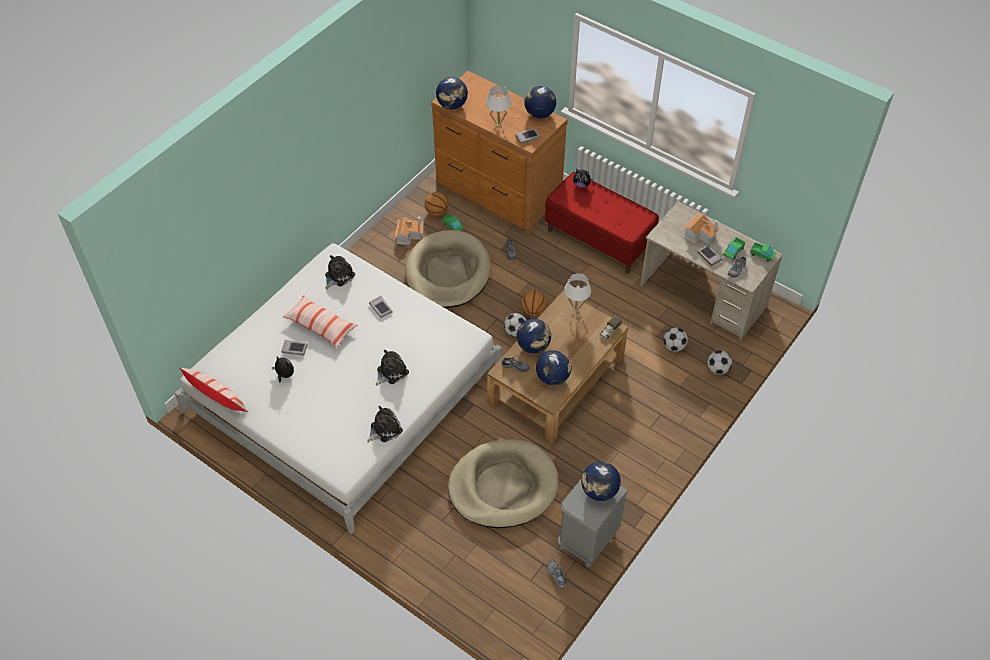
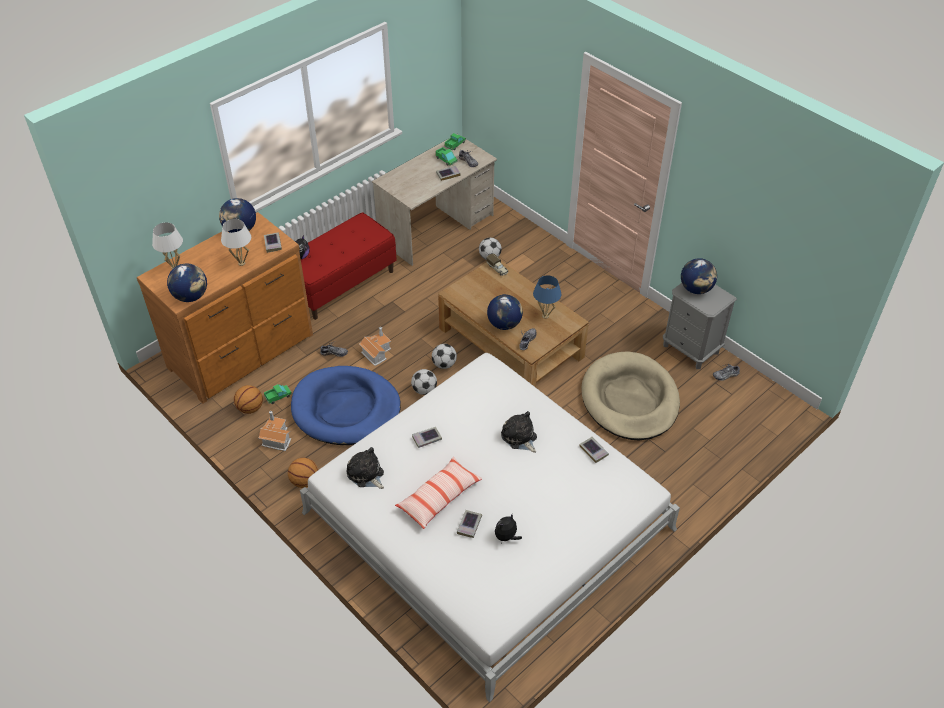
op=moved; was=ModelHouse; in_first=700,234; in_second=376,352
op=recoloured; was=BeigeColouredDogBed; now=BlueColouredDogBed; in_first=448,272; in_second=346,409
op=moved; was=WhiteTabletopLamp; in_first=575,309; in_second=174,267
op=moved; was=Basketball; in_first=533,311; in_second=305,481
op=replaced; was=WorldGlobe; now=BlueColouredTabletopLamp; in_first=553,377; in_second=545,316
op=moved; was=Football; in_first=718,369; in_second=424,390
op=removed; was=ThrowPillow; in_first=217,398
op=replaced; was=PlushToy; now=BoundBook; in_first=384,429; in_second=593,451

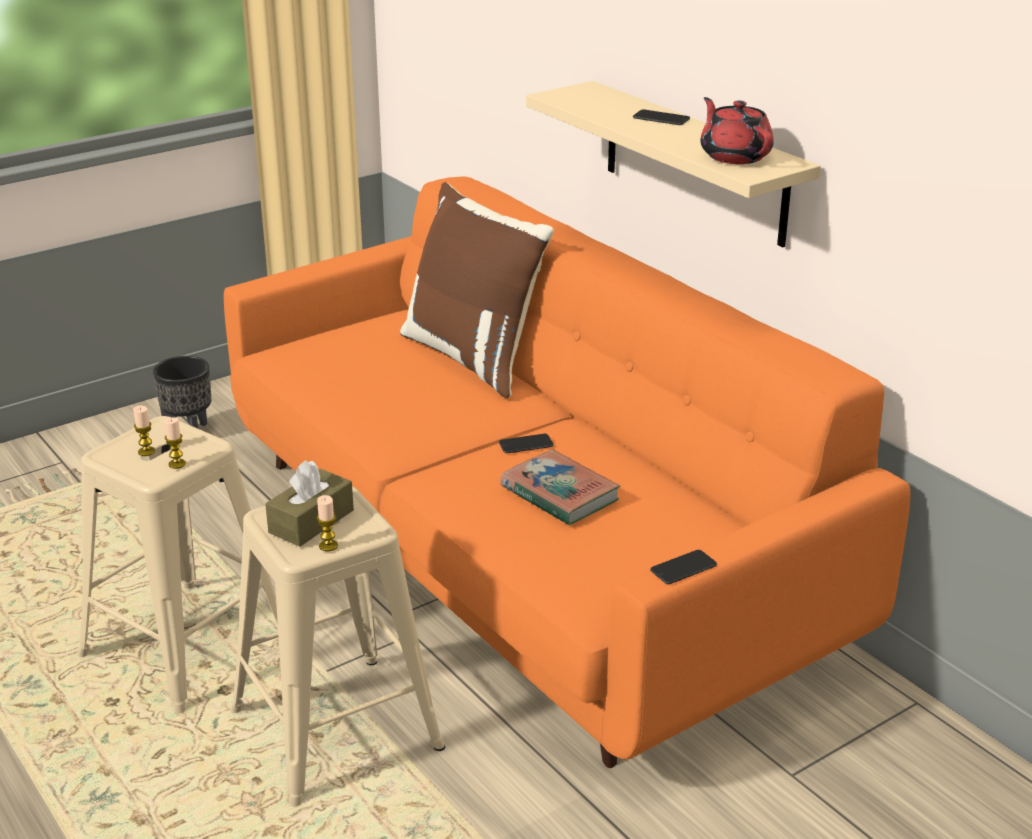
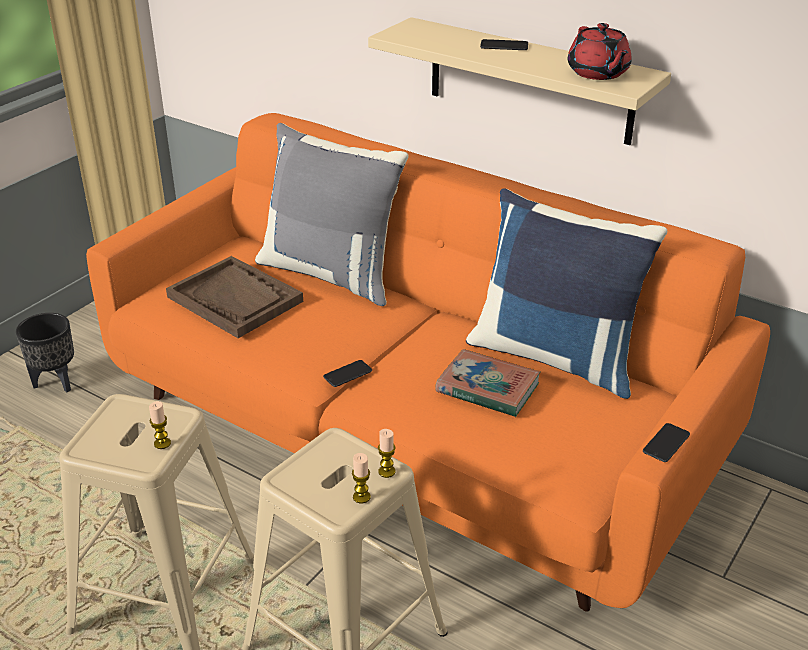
op=turned; was=ReddishTeaPot; in_first=734,156; in_second=598,73; clockwise=-150
op=recoloured; was=BrownColouredThrowPillow; now=GreyishThrowPillow; in_first=475,358; in_second=332,273
op=moved; was=Candle; in_first=146,452; in_second=386,471
op=moved; was=Phone; in_first=526,444; in_second=347,374
op=removed; was=BrownColouredBoxOfTissues; in_first=311,521
op=added; now=BlueColouredThrowPillow; in_second=556,356
op=added; now=BrownColouredTray; in_second=235,299

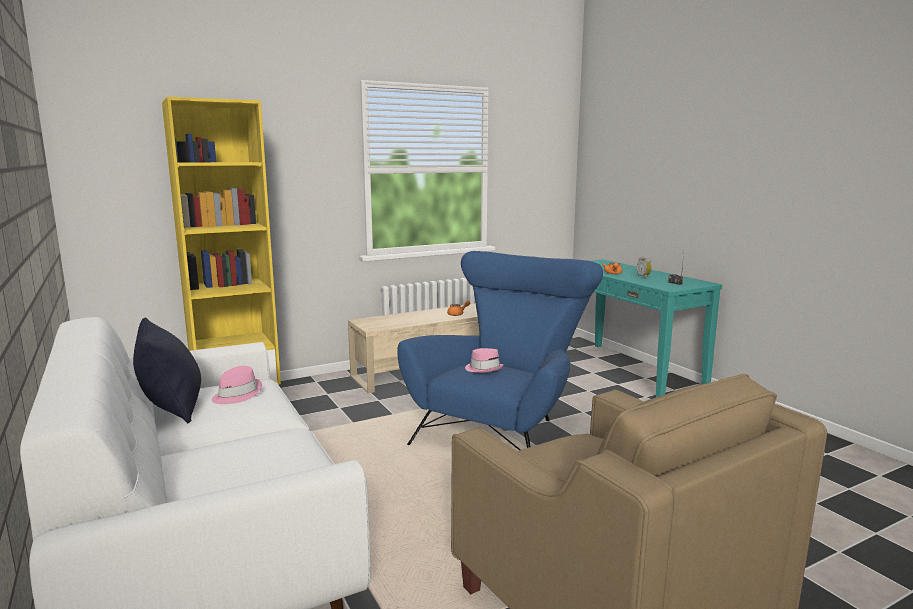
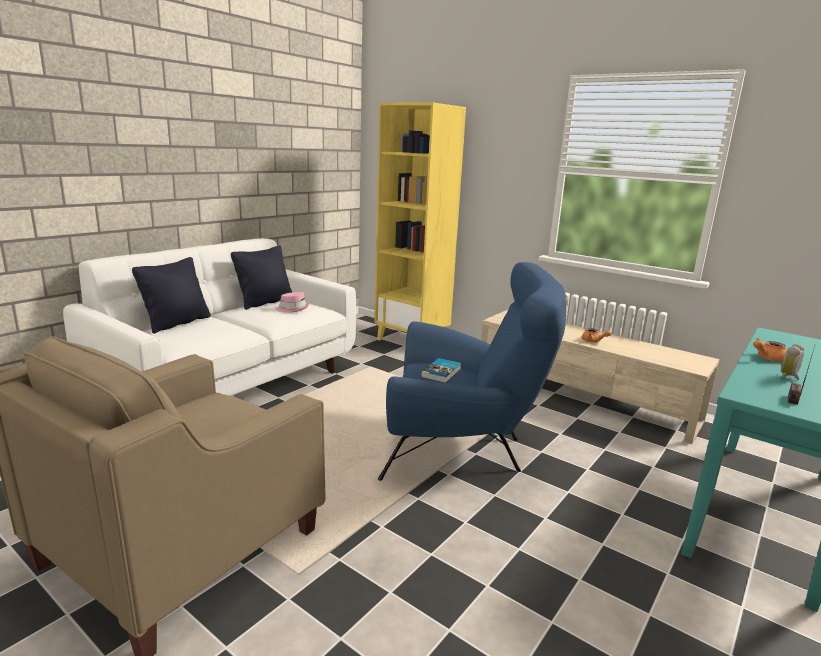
op=replaced; was=PinkHat; now=BoundBook; in_first=484,368; in_second=442,373
op=added; now=BlackColouredThrowPillow; in_second=177,323

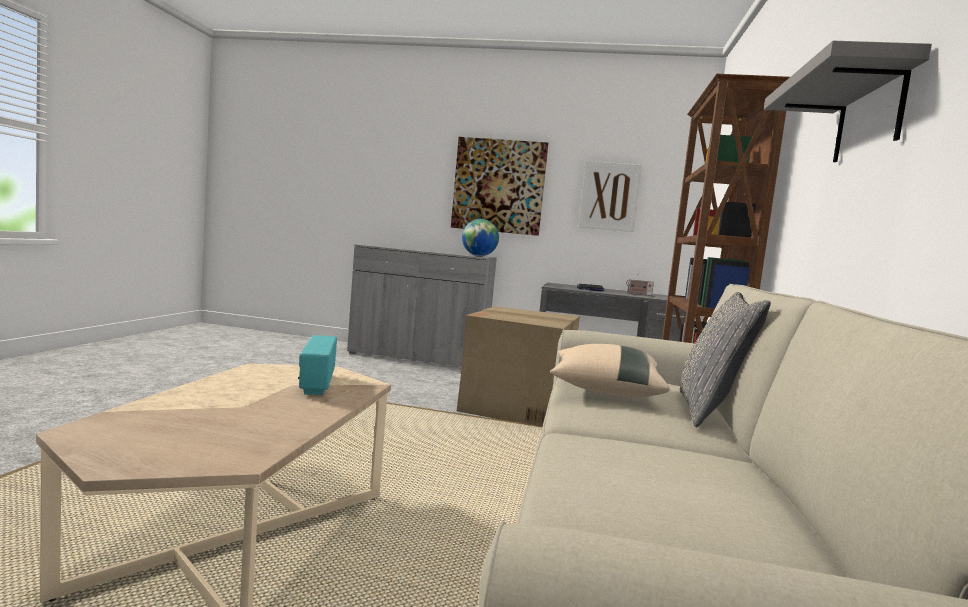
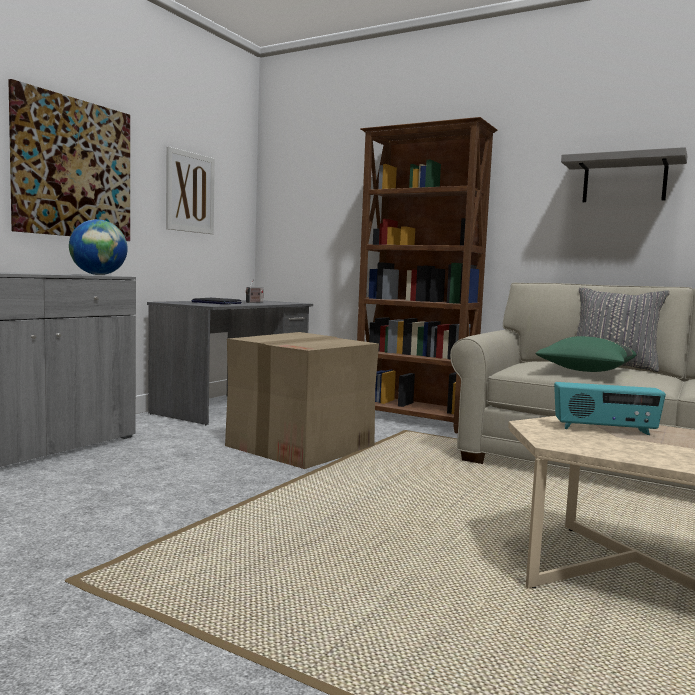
op=recoloured; was=BeigeColouredThrowPillow; now=GreenColouredThrowPillow; in_first=605,391; in_second=585,371

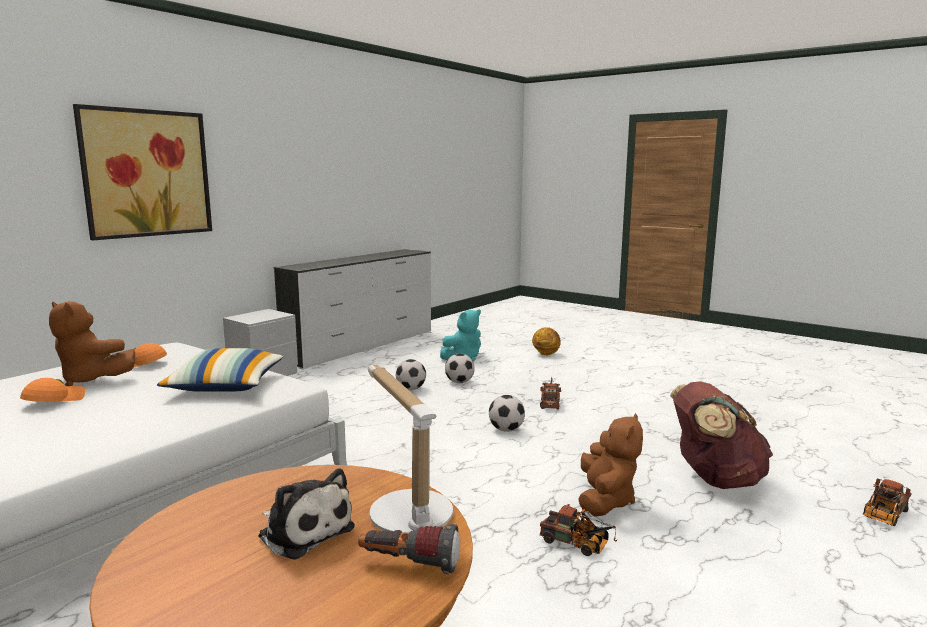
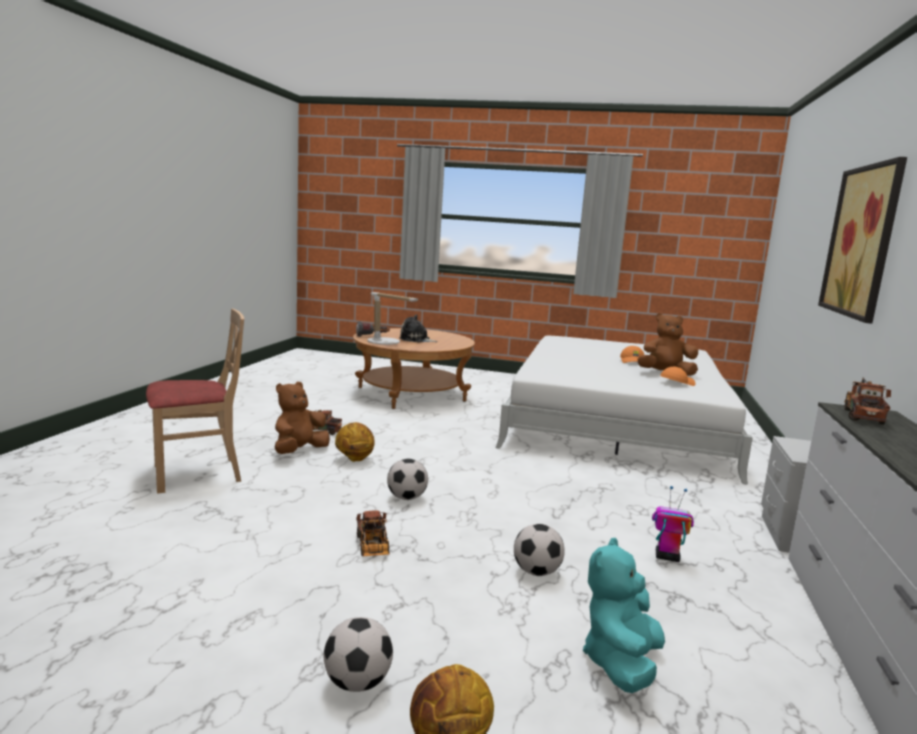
op=removed; was=ThrowPillow; in_first=225,386
op=moved; was=Football; in_first=411,389; in_second=357,683
op=replaced; was=BrownColouredBackpack; now=BeigeColouredPlainChair; in_first=714,479; in_second=197,474
op=turned; was=BrownColouredPlushToy; in_first=605,500; in_second=299,451; clockwise=45
op=moved; was=ModelTruck; in_first=883,516; in_second=862,415
op=added; now=Basketball; in_second=354,459
op=added; now=RobotFigure; in_second=666,557

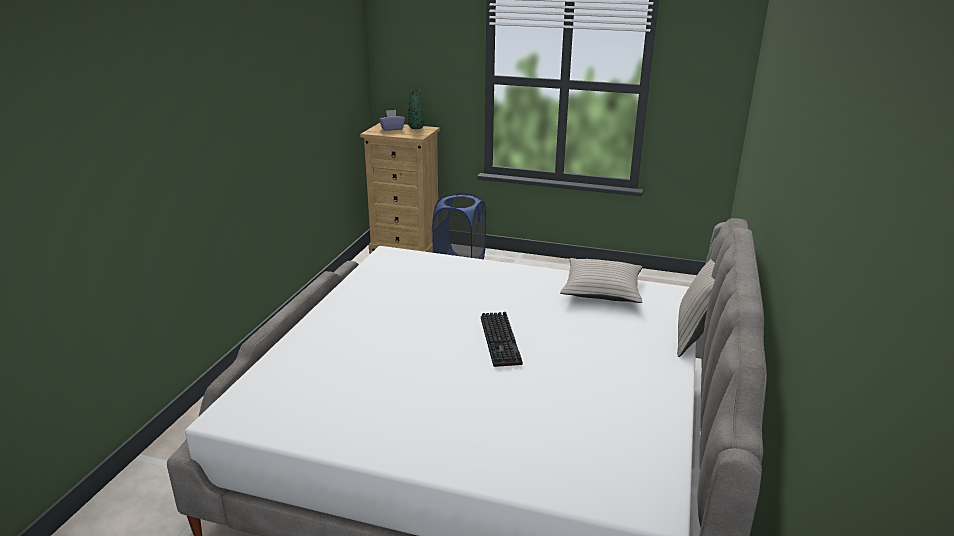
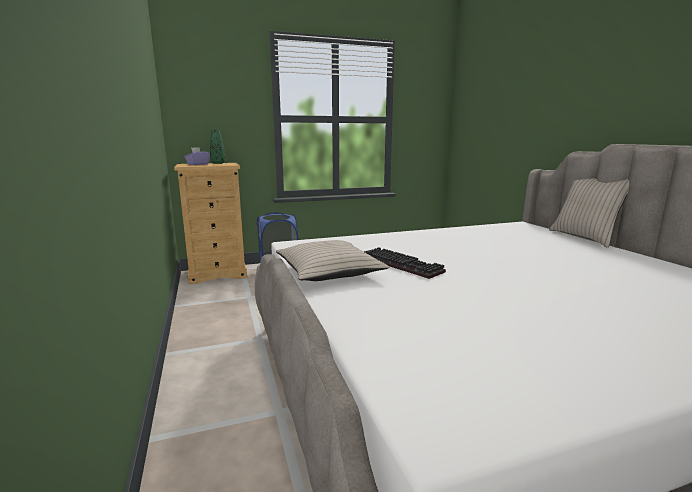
op=moved; was=BeigeColouredThrowPillow; in_first=602,289; in_second=329,271
op=moved; was=Keyboard; in_first=502,341; in_second=403,264

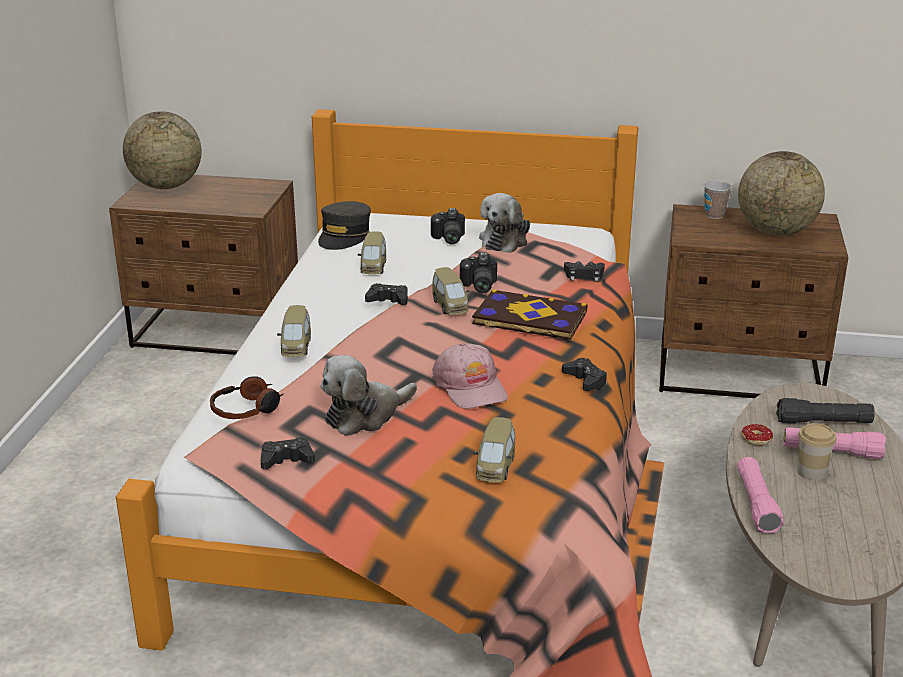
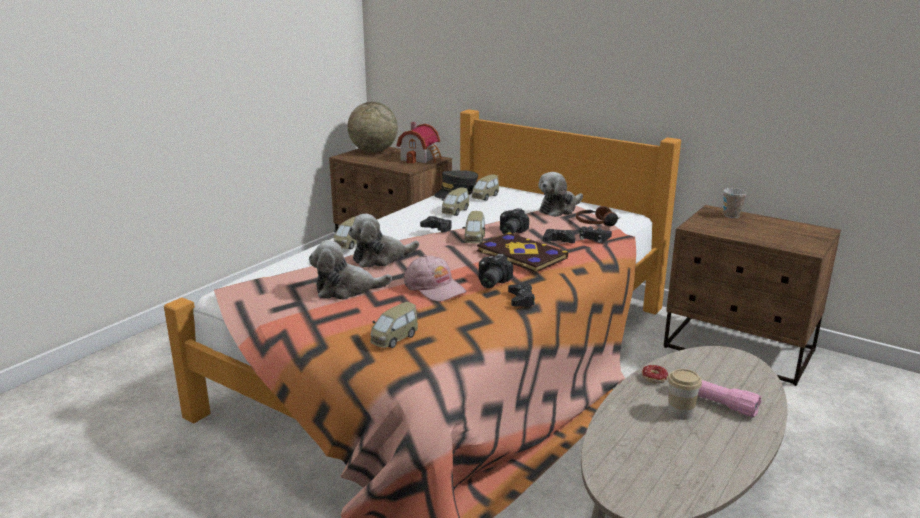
op=removed; was=WorldGlobe; in_first=776,232
op=moved; was=PhotoCamera; in_first=447,239; in_second=490,282
op=turned; was=PinkPeakedCap; in_first=470,387; in_second=434,287; clockwise=-45
op=moved; was=PairOfHeadphones; in_first=247,409; in_second=597,223
op=removed; was=BlackColouredHandTorch; in_first=823,422
op=moved; was=BlackColouredJoypad; in_first=286,459; in_second=559,240
op=removed; was=PinkHandTorch; in_first=756,504
op=added; now=ModelHouse; in_second=421,158
op=added; now=ToyCar; in_second=485,196
op=added; now=PlushToy; in_second=380,258

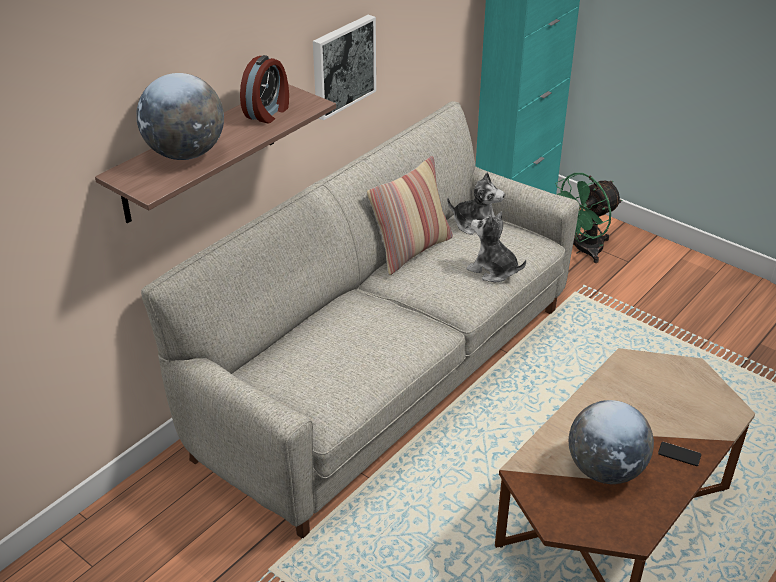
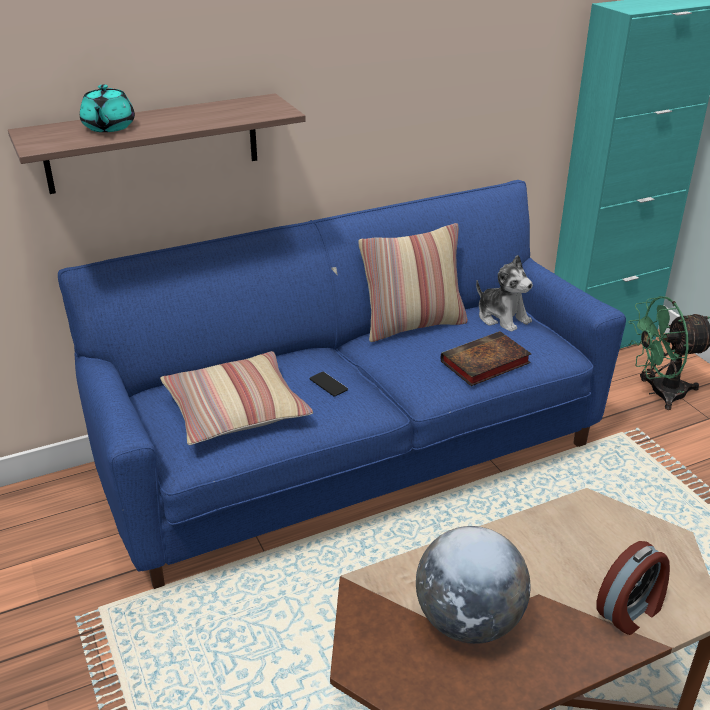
op=removed; was=WallPicture; in_first=342,66
op=moved; was=BedsideClock; in_first=268,112; in_second=631,611
op=replaced; was=WorldGlobe; now=TurquoiseTeaPot; in_first=186,154; in_second=108,127
op=recoloured; was=GreyishSofa; now=BlueColouredSofa; in_first=387,377; in_second=354,459
op=replaced; was=PlushToy; now=BoundBook; in_first=493,270; in_second=484,364
op=moved; was=Phone; in_first=679,454; in_second=328,384
op=added; now=ThrowPillow; in_second=235,410

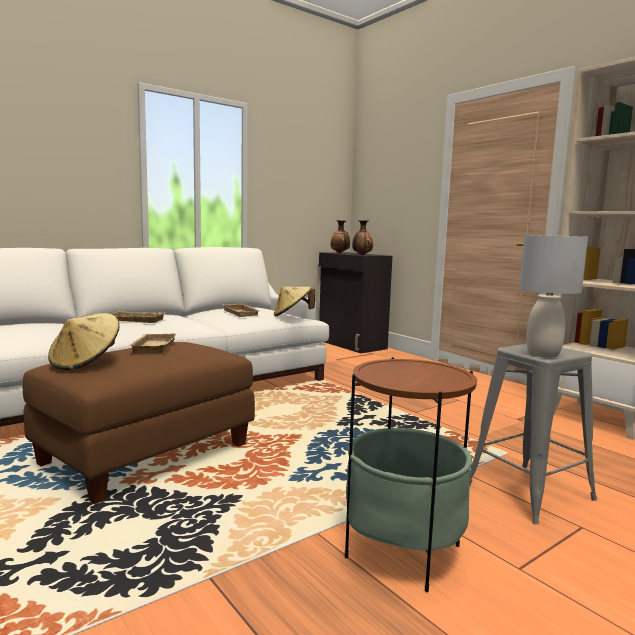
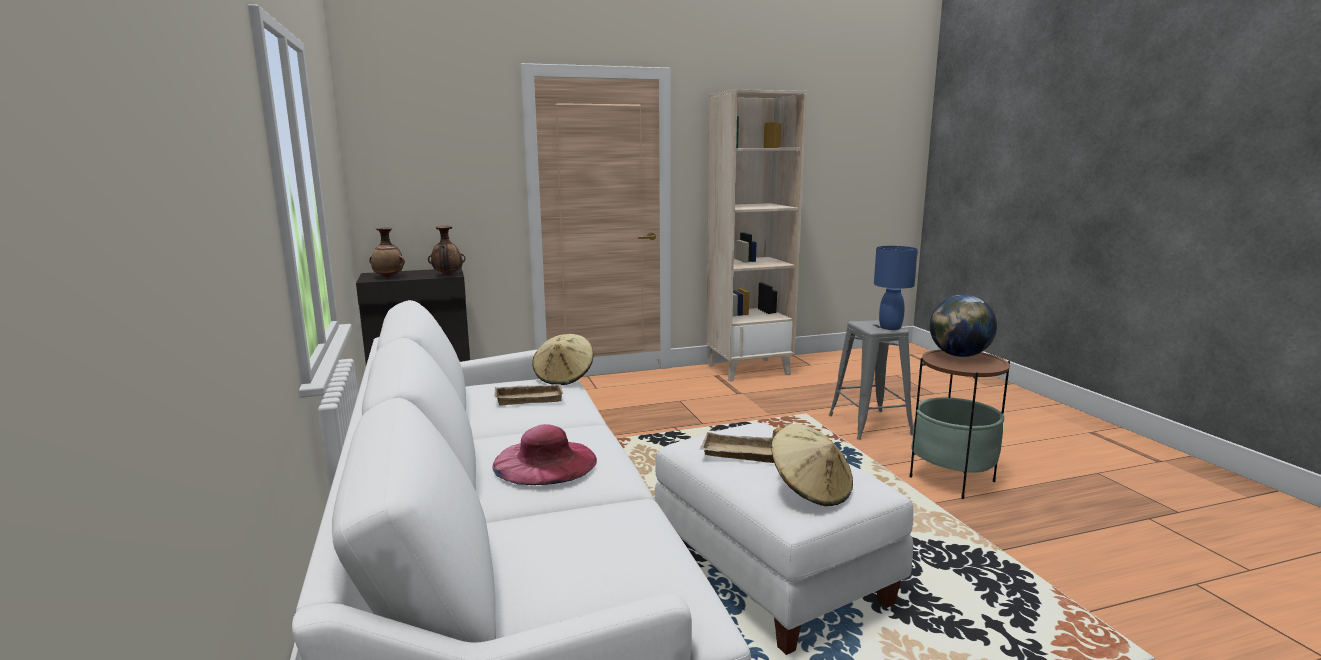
op=recoloured; was=GreyishTabletopLamp; now=BlueColouredTabletopLamp; in_first=543,354; in_second=890,327
op=replaced; was=BeigeColouredTray; now=PinkHat; in_first=135,320; in_second=545,461
op=recoloured; was=BrownColouredOttoman; now=WhiteOttoman; in_first=147,454; in_second=769,573
op=added; now=WorldGlobe; in_second=959,355

